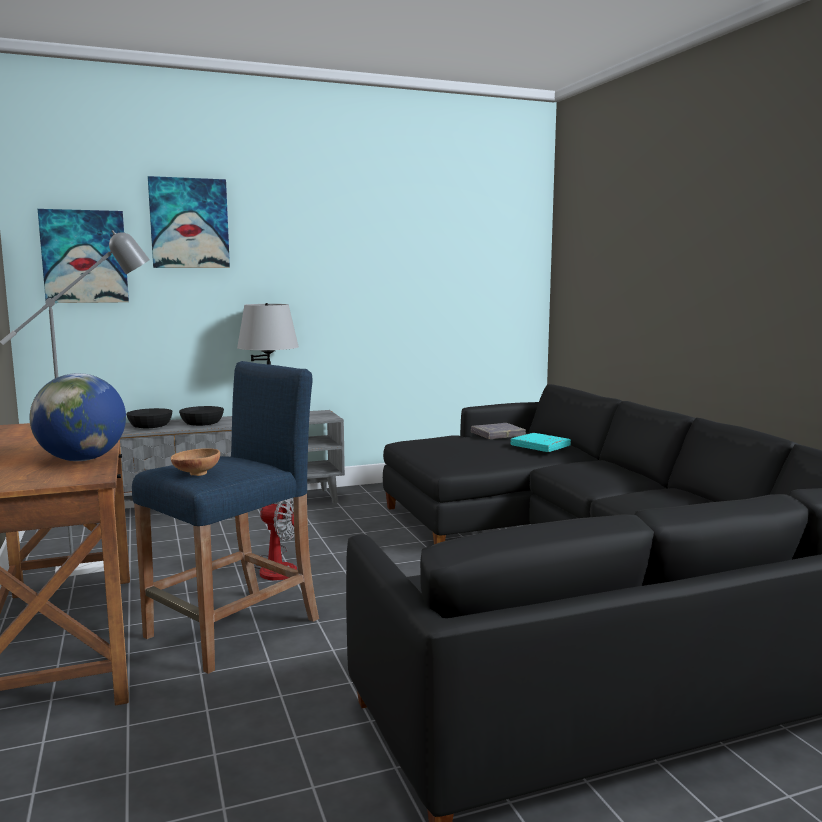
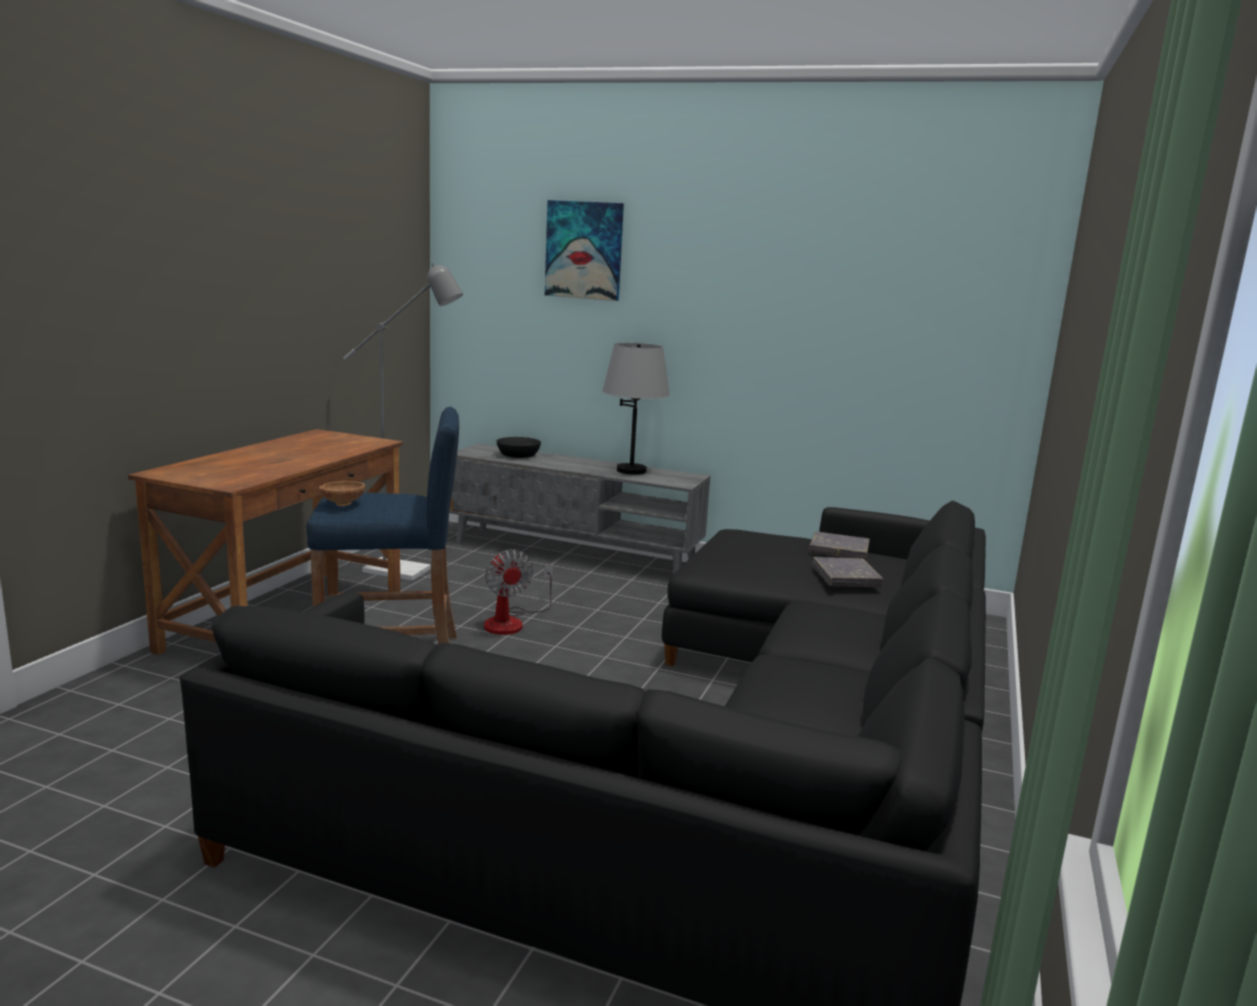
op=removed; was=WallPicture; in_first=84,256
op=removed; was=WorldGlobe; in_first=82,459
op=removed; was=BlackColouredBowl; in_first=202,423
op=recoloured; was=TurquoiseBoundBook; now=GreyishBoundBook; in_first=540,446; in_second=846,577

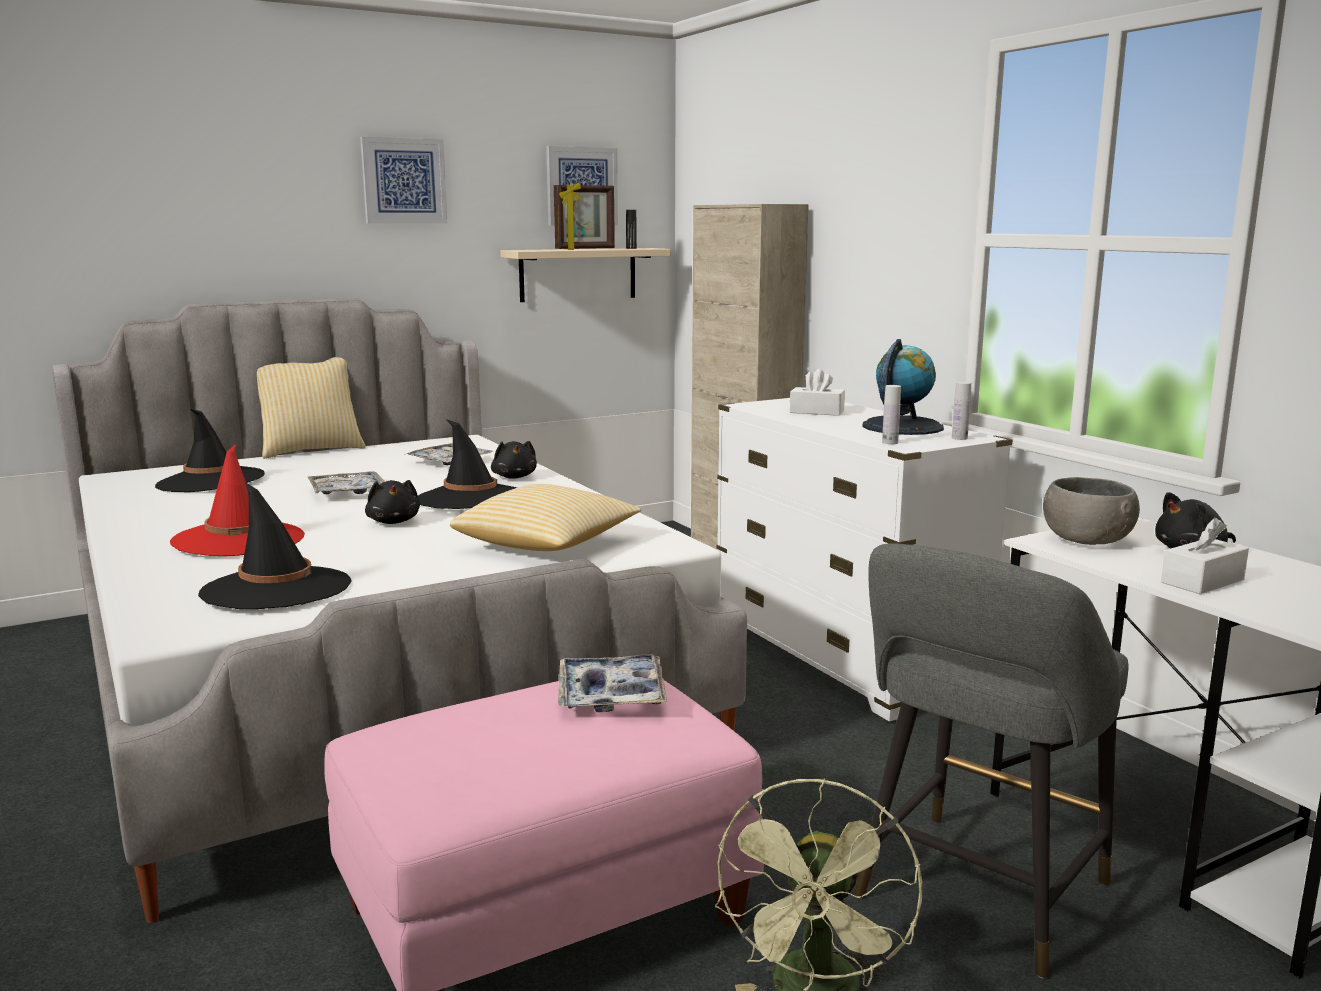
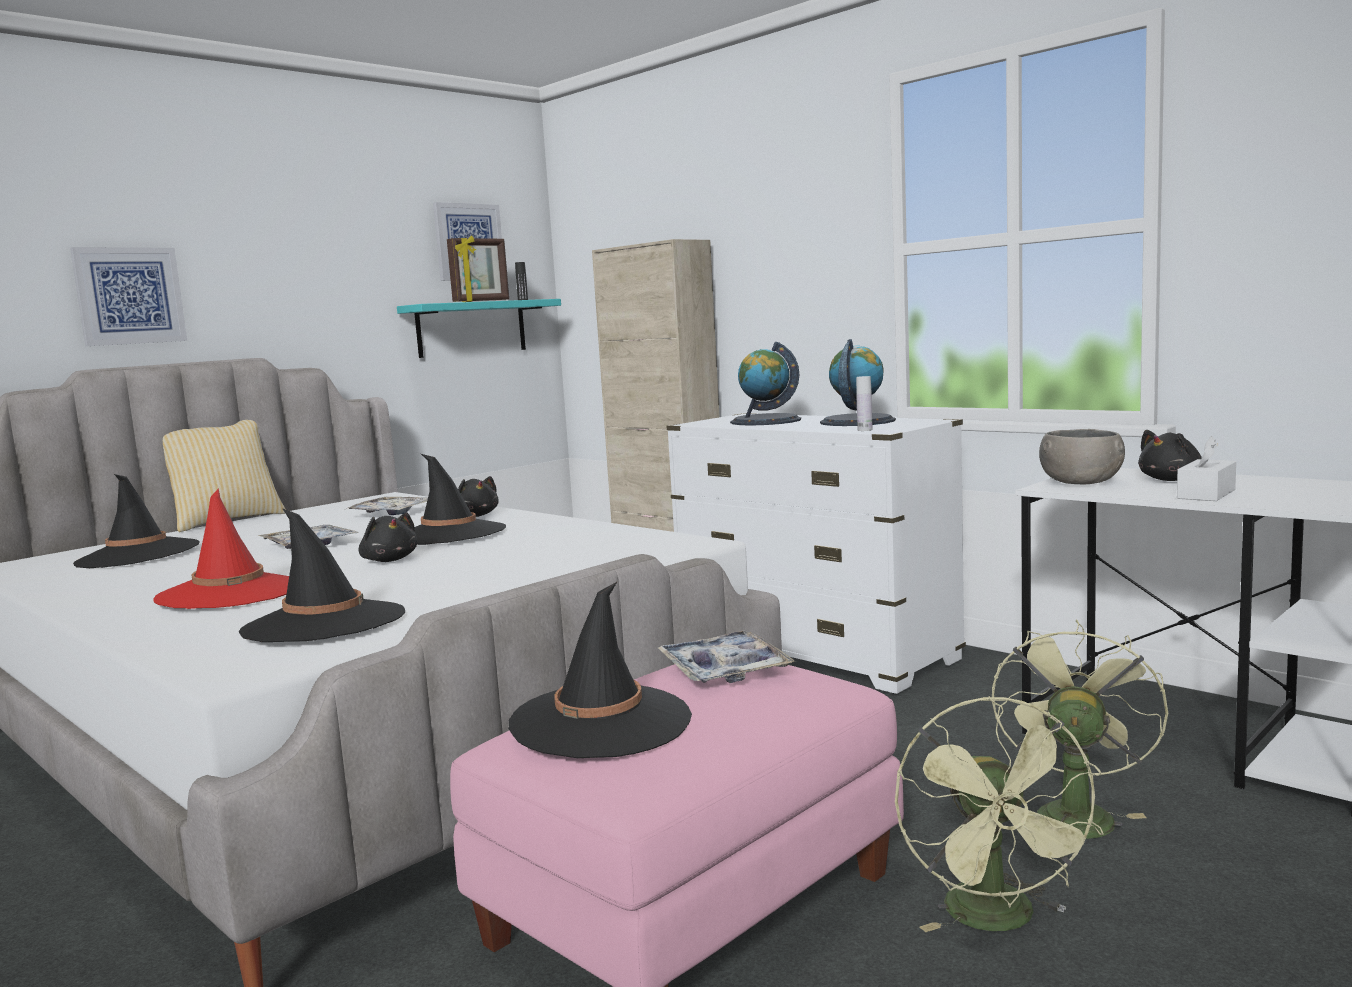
op=moved; was=WallPicture; in_first=404,181; in_second=129,296
op=recoloured; was=BeigeColouredShelf; now=TurquoiseShelf; in_first=578,274; in_second=471,328
op=replaced; was=WhiteBoxOfTissues; now=WorldGlobe; in_first=816,412; in_second=765,421
op=removed; was=WhiteBottle; in_first=959,438
op=removed; was=ThrowPillow; in_first=547,545
op=replaced; was=GreyishStoolSeat; now=GreenColouredFan; in_first=976,897; in_second=1072,813
op=added; now=BlackColouredHat; in_second=601,722

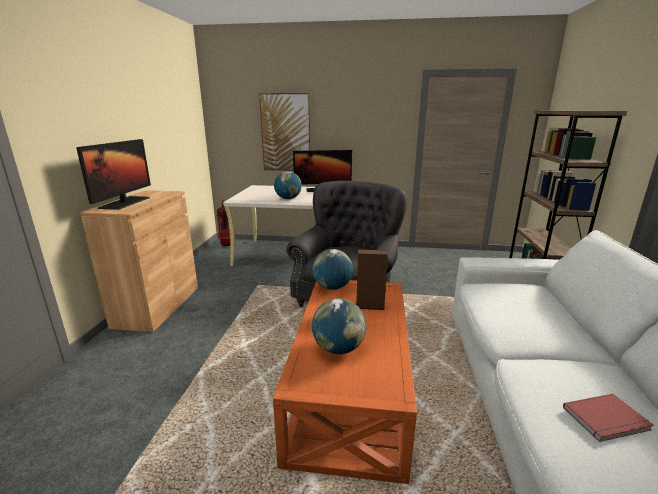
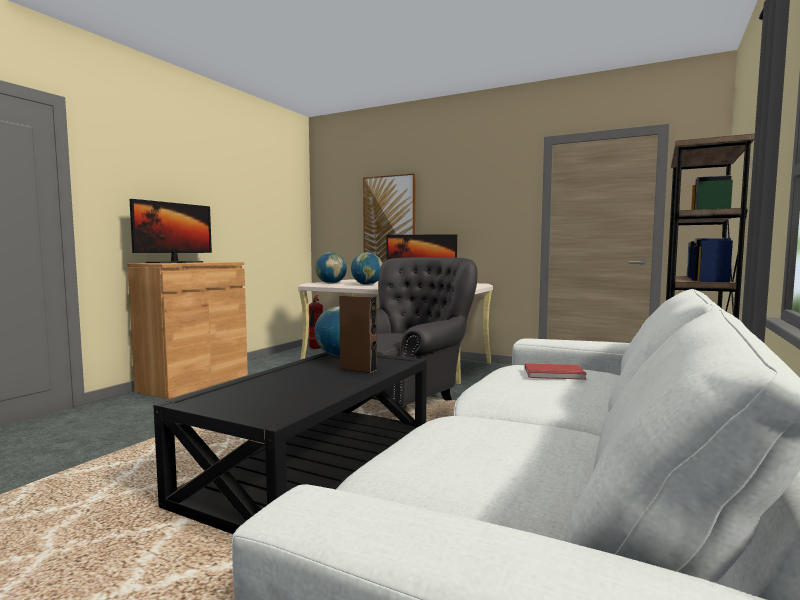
op=recoloured; was=OrangeColouredLoungeTable; now=BlackColouredLoungeTable; in_first=352,385; in_second=316,465
op=moved; was=WorldGlobe; in_first=338,348; in_second=331,283
op=moved; was=ReddishBoundBook; in_first=607,420; in_second=554,374

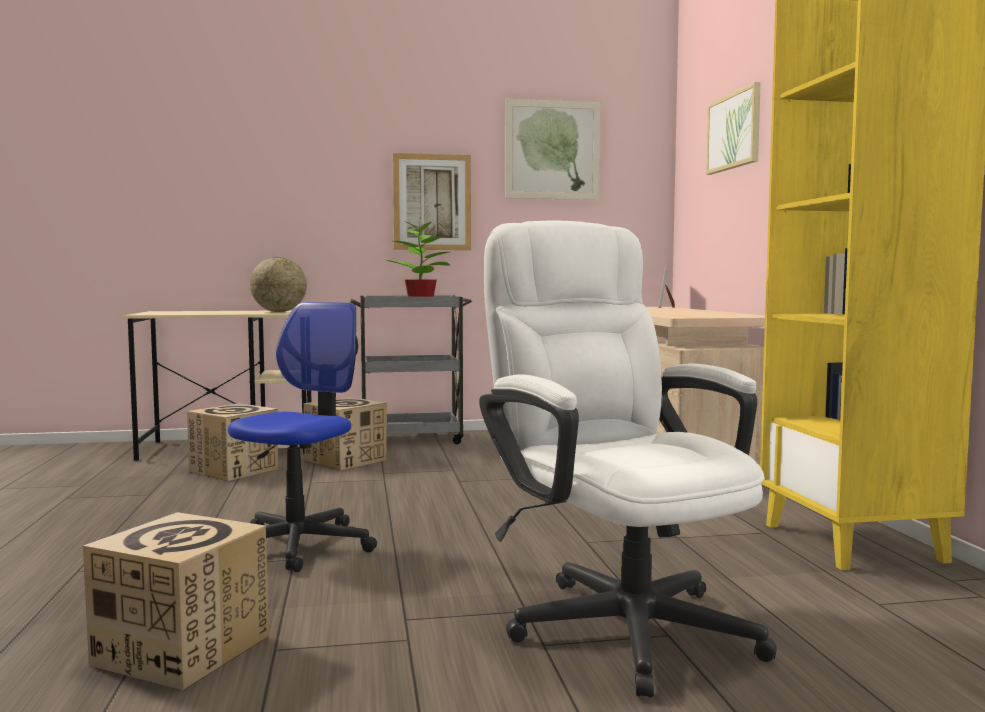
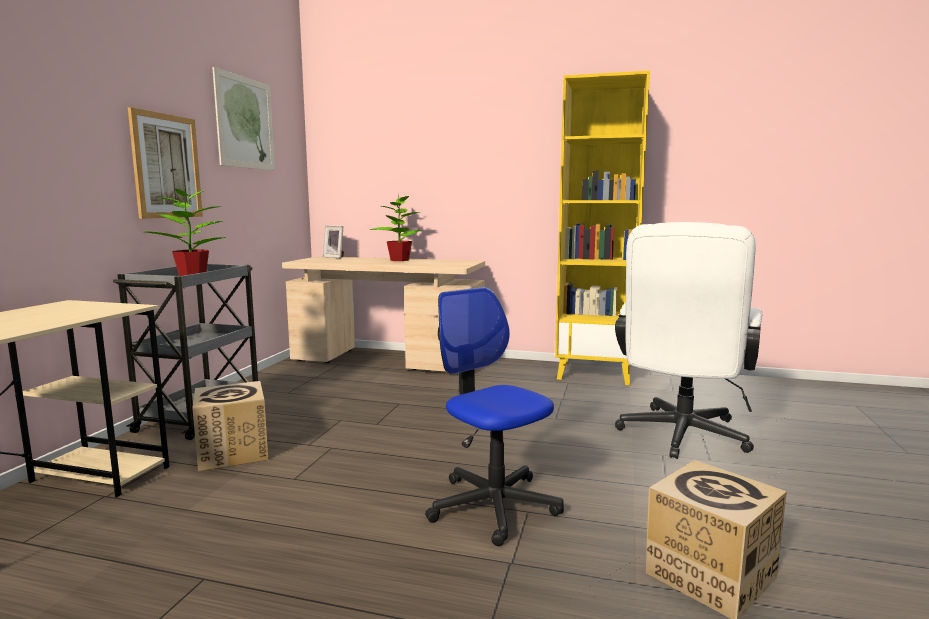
op=removed; was=WallPicture; in_first=734,131
op=turned; was=WhiteComputerChair; in_first=618,620; in_second=680,438; clockwise=-60
op=removed; was=WorldGlobe; in_first=279,311
op=removed; was=PackingBox; in_first=234,470
op=added; now=PlantInAPot; in_second=399,260

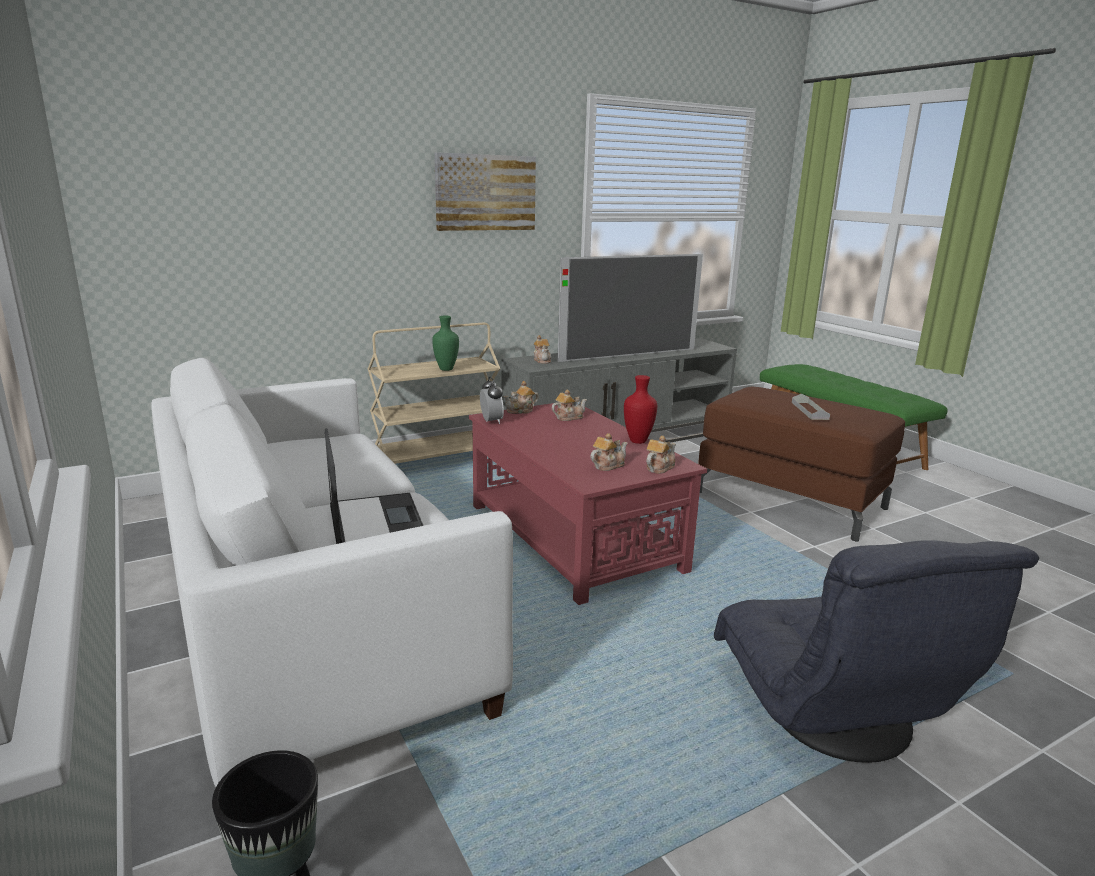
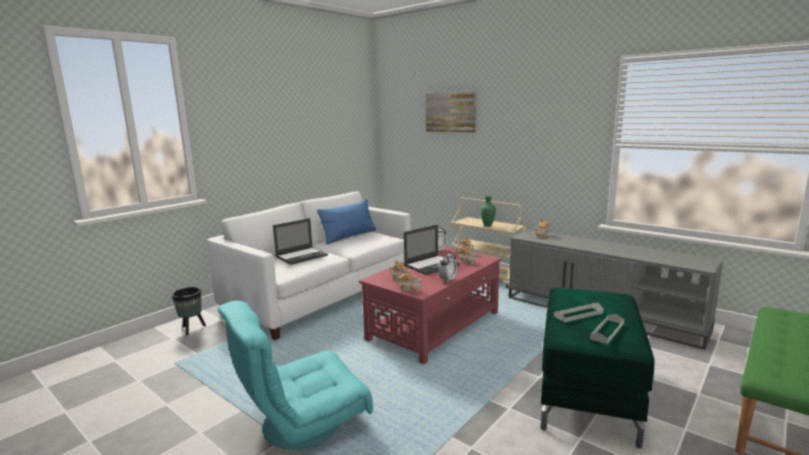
op=moved; was=WallPicture; in_first=485,192; in_second=451,111
op=removed; was=TvSet; in_first=629,355
op=replaced; was=ReddishFlowerVase; now=BedsideClock; in_first=636,441; in_second=447,279
op=recoloured; was=BrownColouredOttoman; now=GreenColouredOttoman; in_first=791,500; in_second=587,393
op=recoloured; was=GreyishArmchair; now=TurquoiseArmchair; in_first=833,715; in_second=301,423
op=added; now=BlueColouredThrowPillow; in_second=349,236
op=added; now=PortableComputer; in_second=432,265
op=added; now=GreyishTray; in_second=607,331

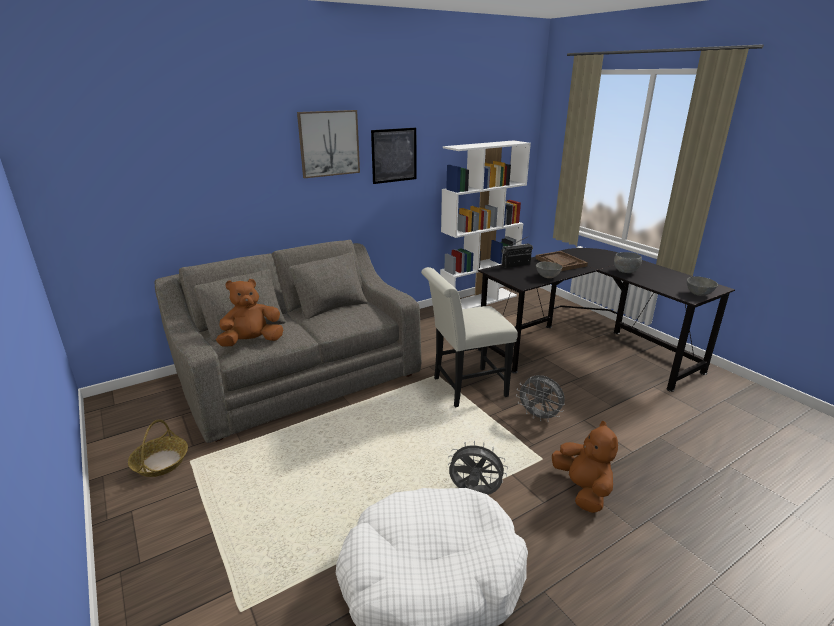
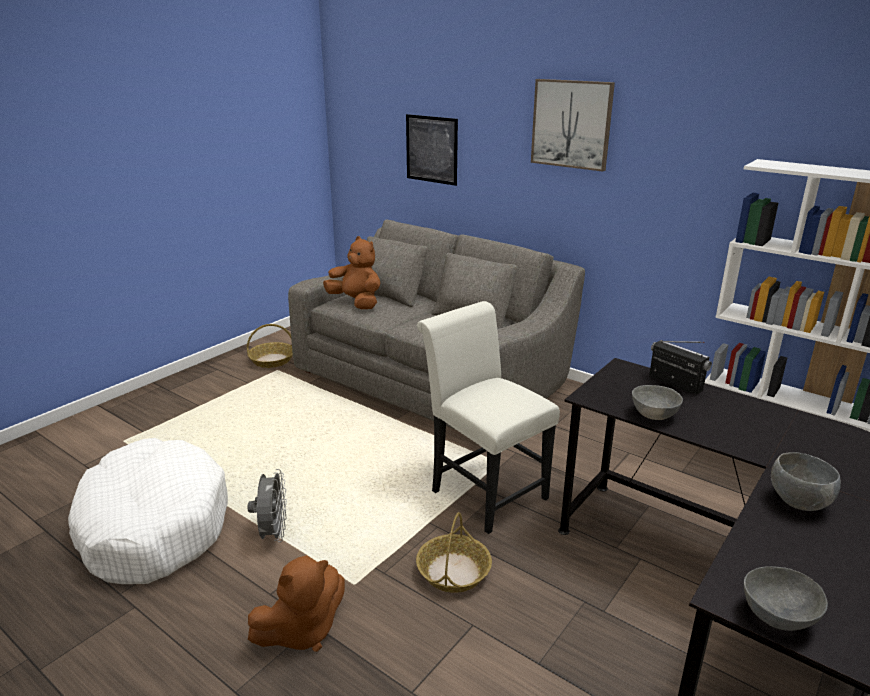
op=moved; was=WallPicture; in_first=394,155; in_second=431,149
op=removed; was=BrownColouredTray; in_first=560,262
op=replaced; was=GreyishFan; now=StorageBasket; in_first=539,416; in_second=453,572

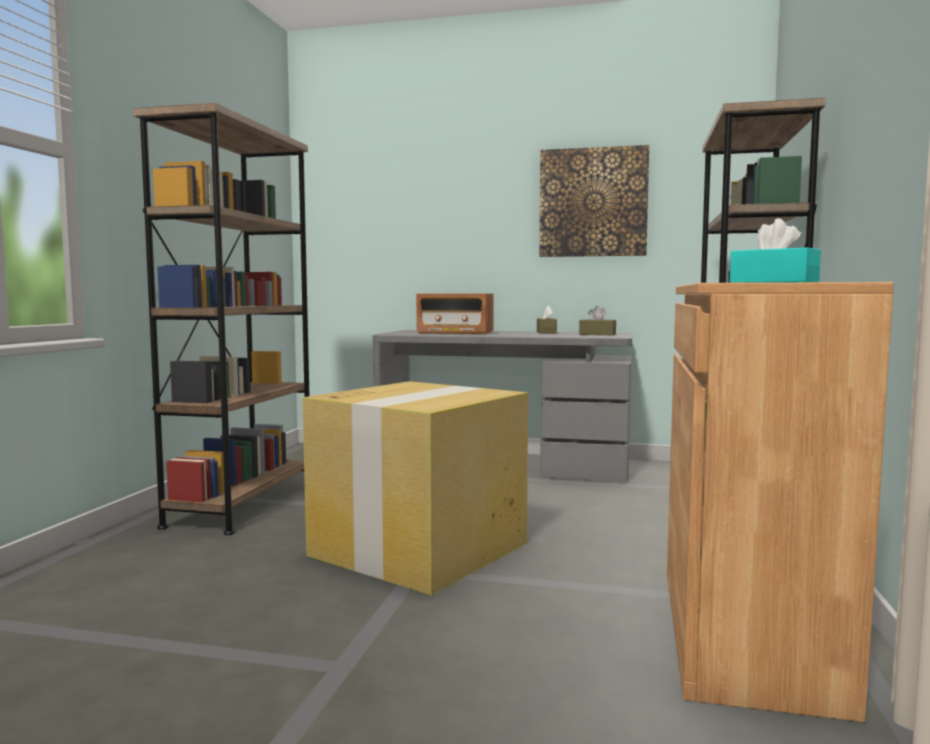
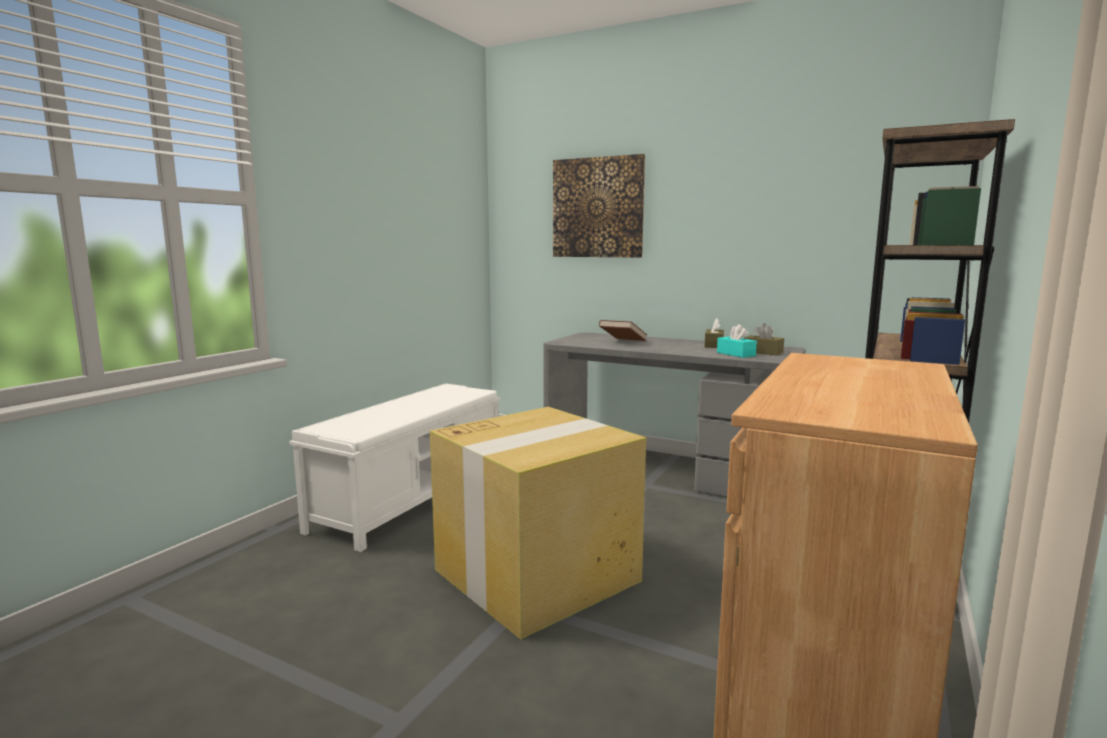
op=replaced; was=BrownColouredShelvingUnit; now=WhiteIndoorBench; in_first=243,504; in_second=412,498
op=moved; was=WallPicture; in_first=593,202; in_second=598,208
op=moved; was=TurquoiseBoxOfTissues; in_first=773,282; in_second=736,354
op=replaced; was=Radio; now=BrownColouredBoundBook; in_first=455,333; in_second=622,342

